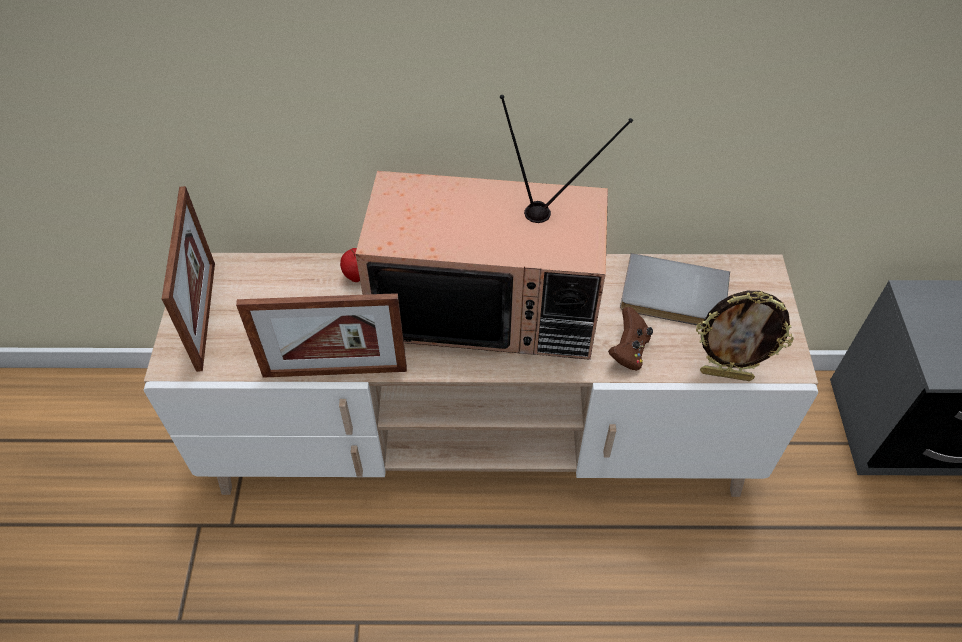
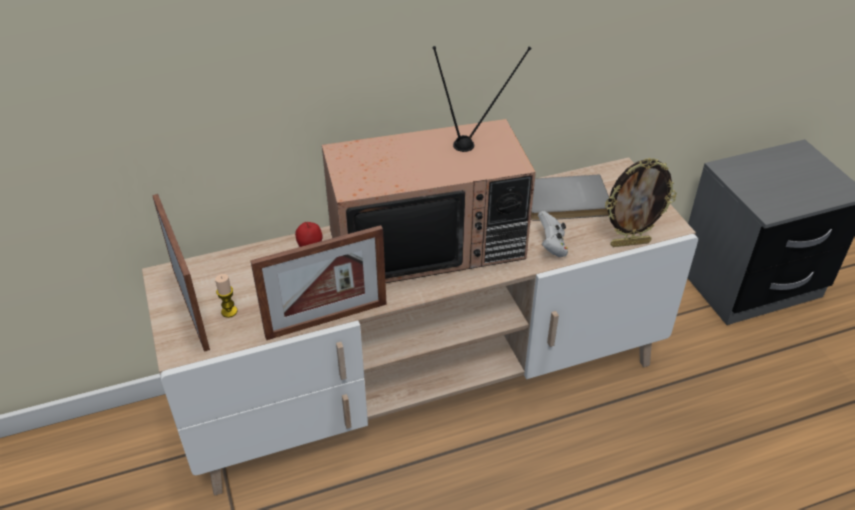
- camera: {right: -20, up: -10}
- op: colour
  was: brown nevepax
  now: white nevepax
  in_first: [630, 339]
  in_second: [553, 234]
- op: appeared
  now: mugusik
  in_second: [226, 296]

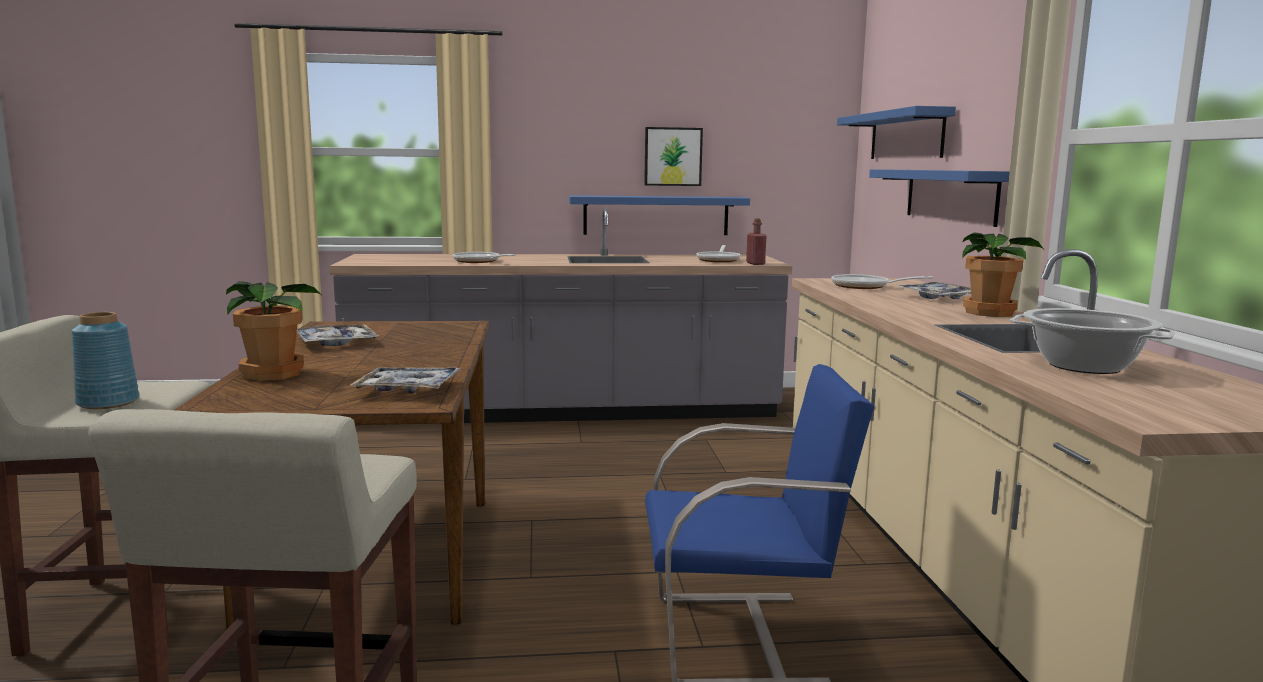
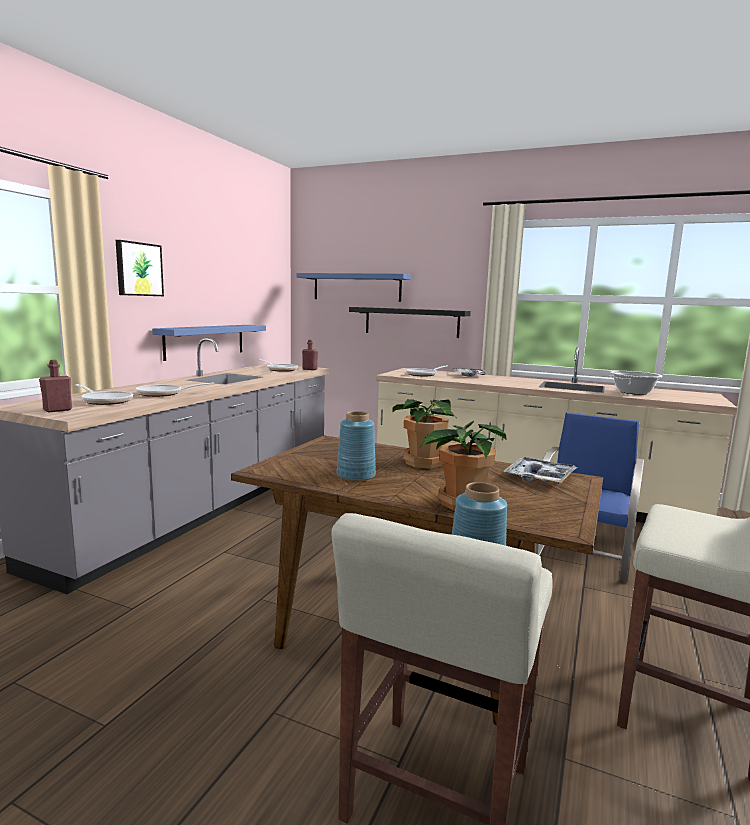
- camera: {right: -60, up: 0}
- op: exchanged
  was: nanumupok
  now: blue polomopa
  in_first: [338, 335]
  in_second: [356, 446]
- op: relocated
  was: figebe
  in_first: [673, 156]
  in_second: [140, 268]
- op: colour
  was: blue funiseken
  now: black funiseken
  in_first: [939, 198]
  in_second: [410, 322]
- op: relocated
  was: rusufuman
  in_first: [1002, 274]
  in_second: [424, 434]
- op: appeared
  now: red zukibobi
  in_second: [55, 386]
- op: appeared
  now: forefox
  in_second: [104, 394]

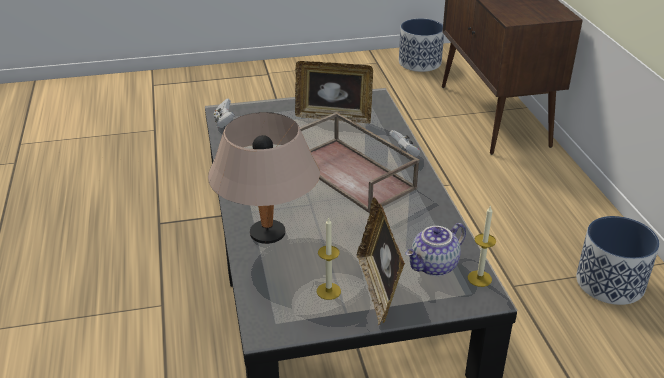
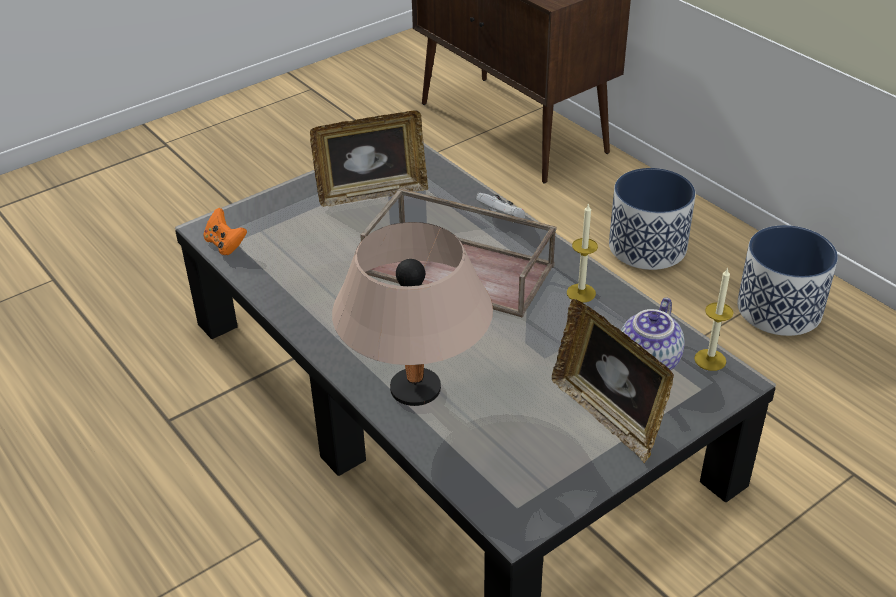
- camera: {right: -25, up: 5}
- op: colour
  was: white nevepax
  now: orange nevepax
  in_first: [224, 113]
  in_second: [225, 231]
- op: relocated
  was: mugusik
  in_first: [329, 258]
  in_second: [582, 252]
- op: relocated
  was: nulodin
  in_first: [421, 45]
  in_second: [652, 219]

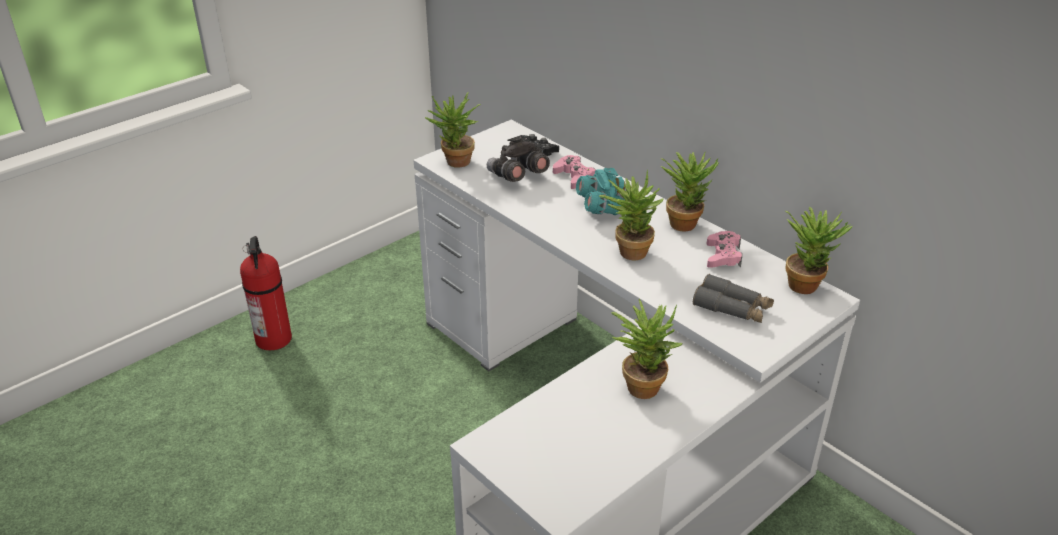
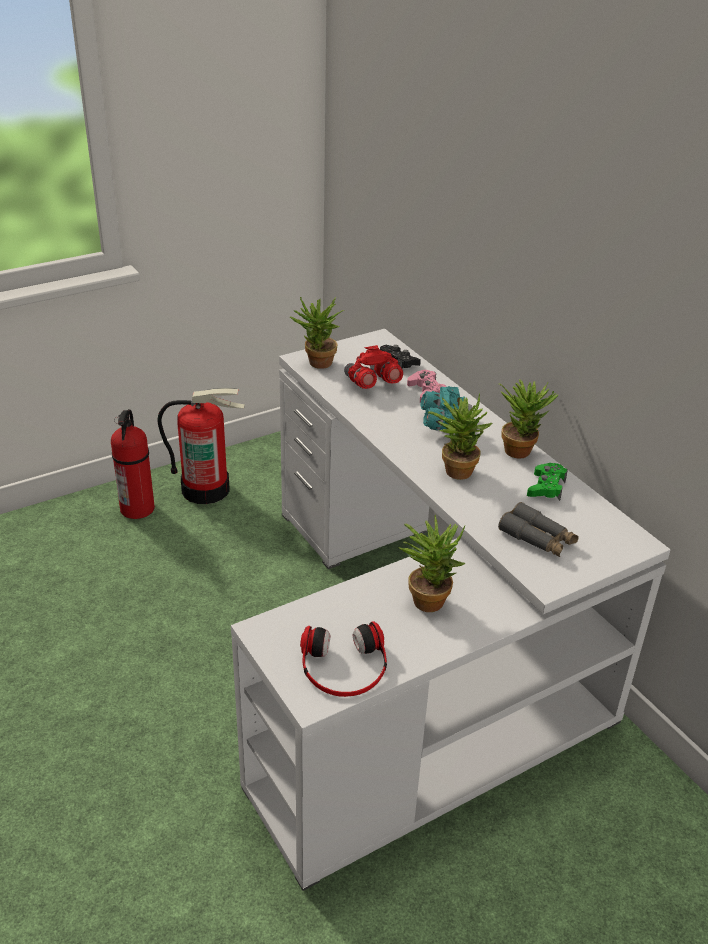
- camera: {right: 10, up: 0}
- op: colour
  was: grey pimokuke
  now: red pimokuke
  in_first: [518, 159]
  in_second: [373, 367]
- op: colour
  was: pink nevepax
  now: green nevepax
  in_first: [724, 249]
  in_second: [547, 482]
- op: missing
  was: rusufuman
  in_first: [819, 250]
- op: appeared
  now: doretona
  in_second: [201, 446]
- op: appeared
  now: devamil
  in_second: [343, 659]

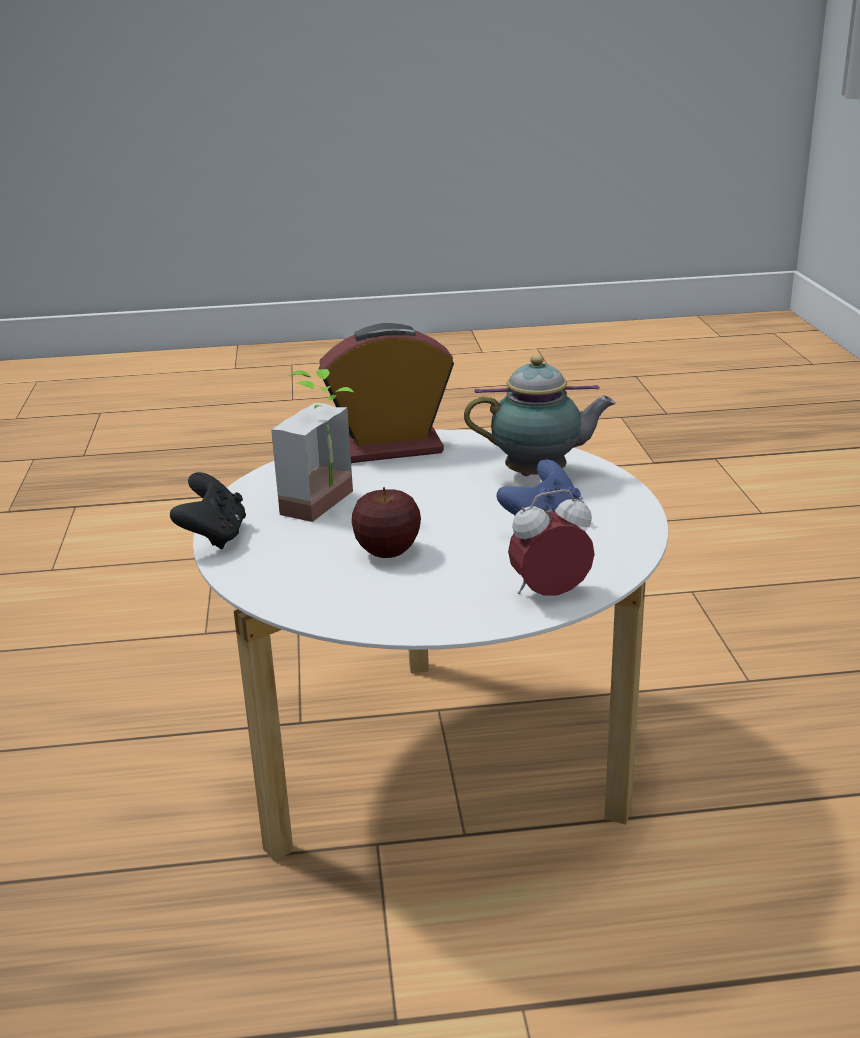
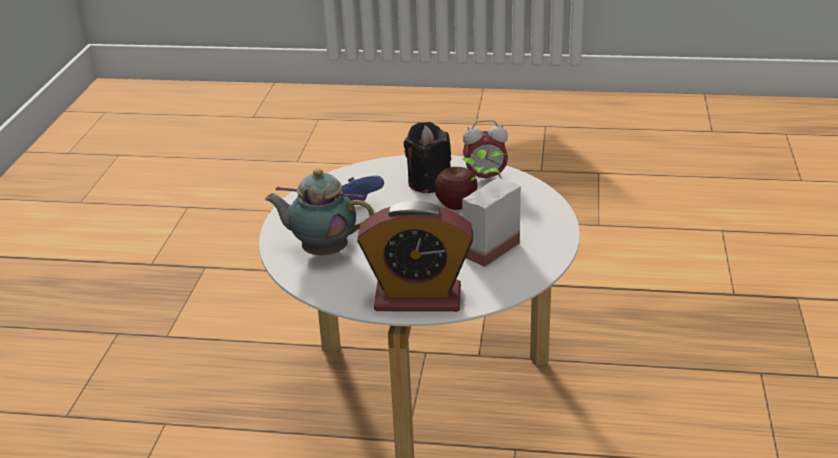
- camera: {right: -165, up: 5}
- op: missing
  was: black nevepax
  in_first: [208, 510]
- op: relocated
  was: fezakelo
  in_first: [551, 542]
  in_second: [485, 149]
- op: appeared
  now: black mugusik
  in_second: [427, 157]

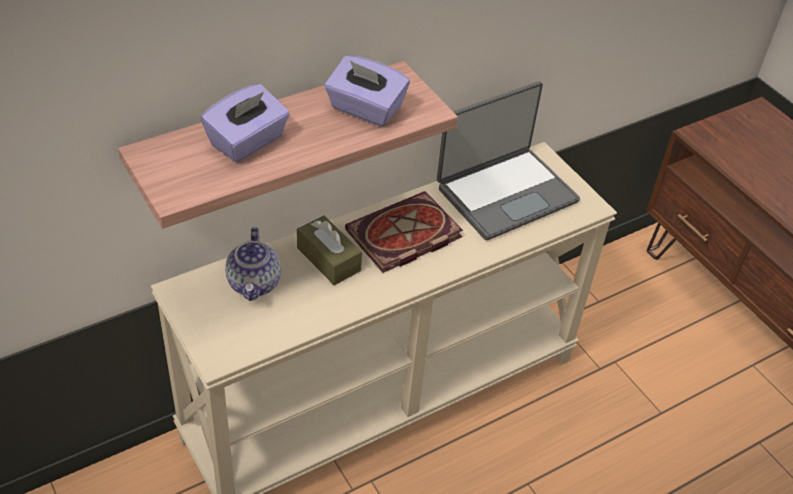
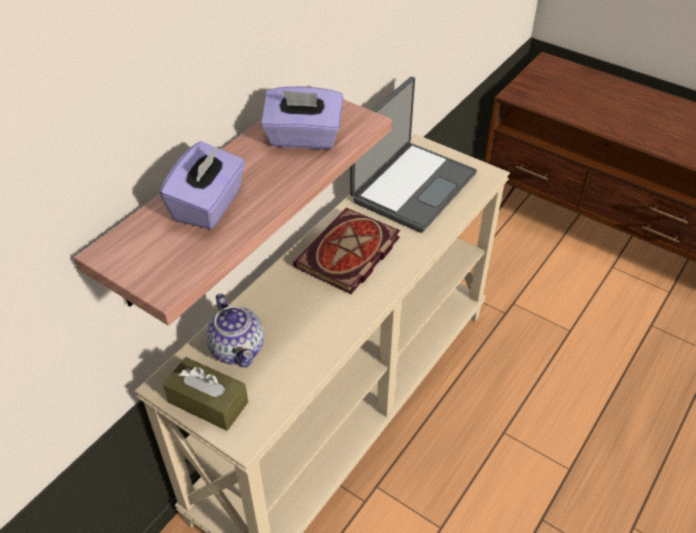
- camera: {right: -20, up: 0}
- op: relocated
  was: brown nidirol
  in_first: [329, 250]
  in_second: [205, 394]

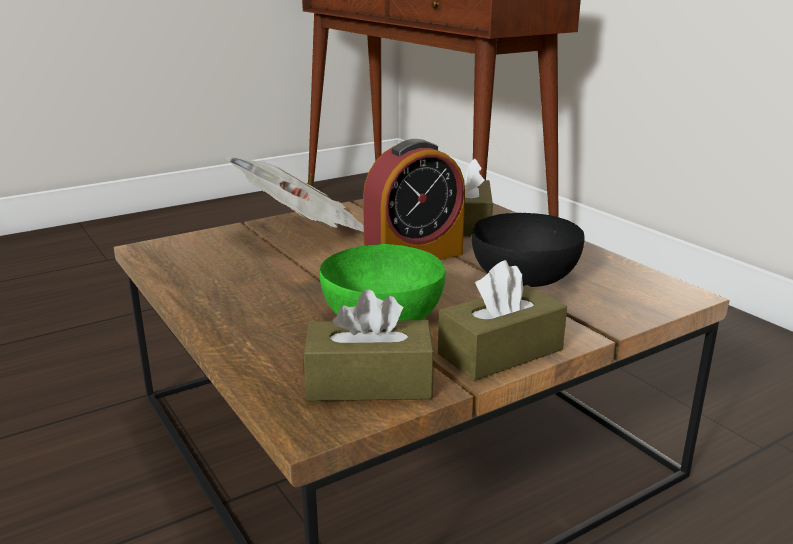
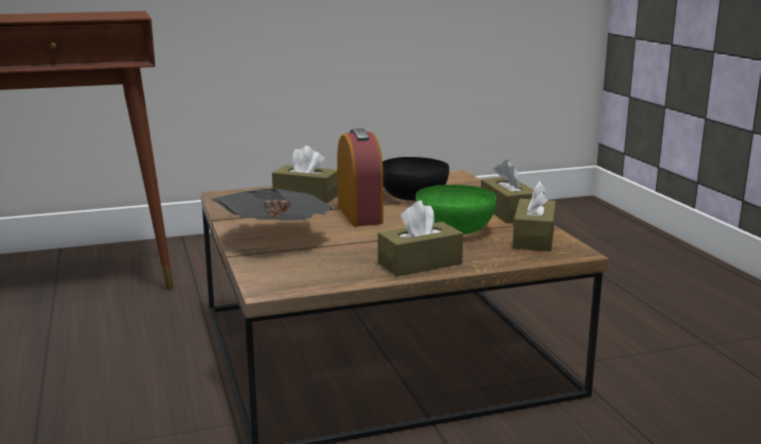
- camera: {right: -75, up: -5}
- op: appeared
  now: brown nidirol
  in_second: [420, 238]

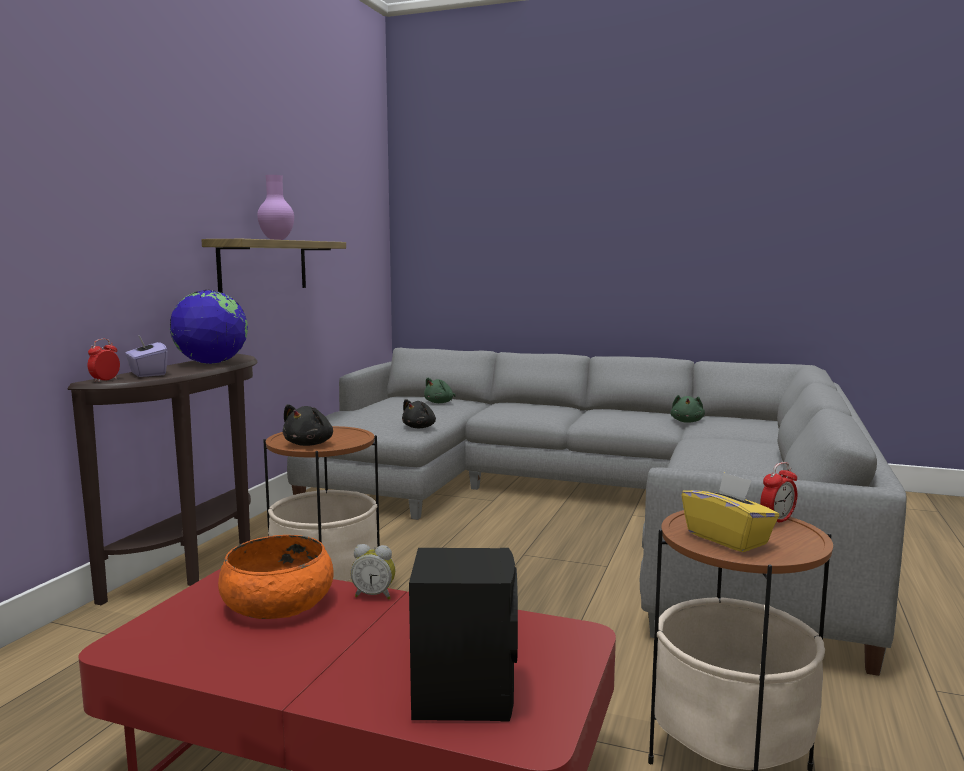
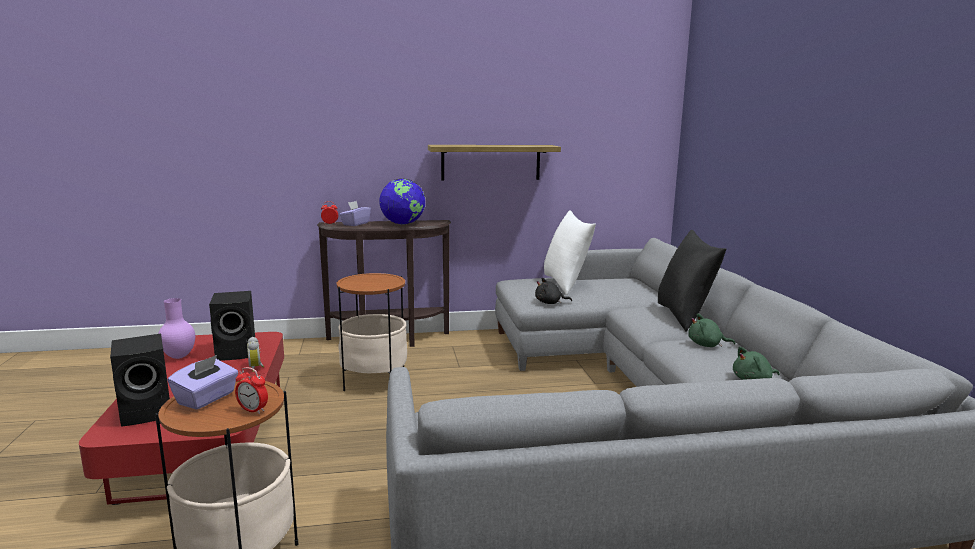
- camera: {right: 60, up: 5}
- op: exchanged
  was: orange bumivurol
  now: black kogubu
  in_first: [276, 577]
  in_second: [232, 326]
- op: relocated
  was: purple polomopa
  in_first: [275, 207]
  in_second: [176, 328]
- op: missing
  was: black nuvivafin
  in_first: [308, 425]
- op: relocated
  was: green nuvivafin
  in_first: [439, 390]
  in_second: [711, 330]
- op: colour
  was: yellow nidirol
  now: purple nidirol
  in_first: [730, 512]
  in_second: [202, 382]
- op: appeared
  now: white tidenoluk
  in_second: [570, 252]
- op: appeared
  now: black tidenoluk
  in_second: [692, 281]

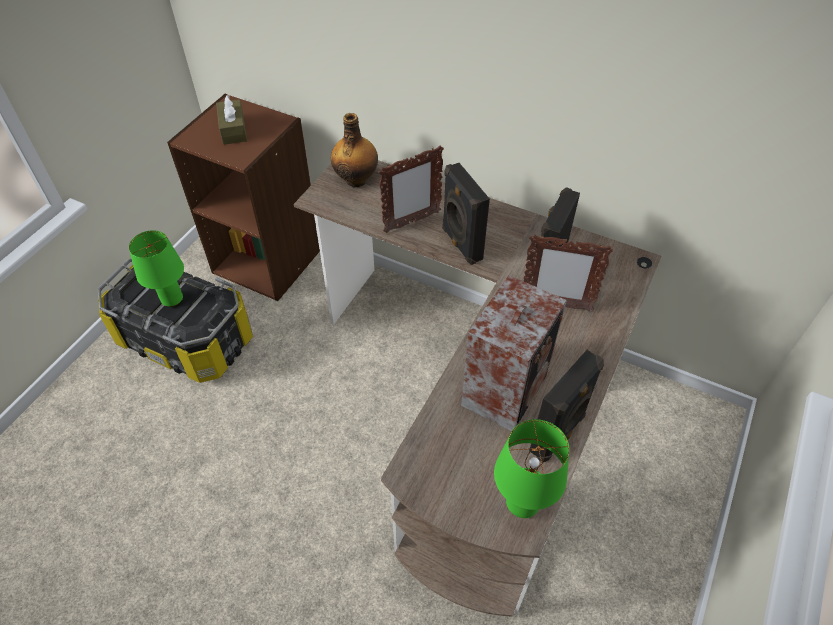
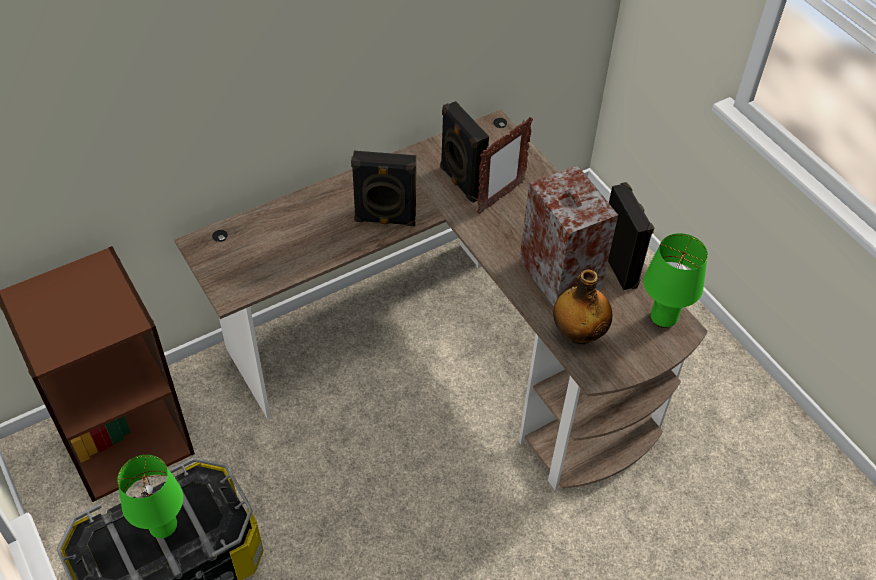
- camera: {right: -60, up: 0}
- op: missing
  was: brown nidirol
  in_first: [231, 120]
- op: relocated
  was: zukibobi
  in_first: [354, 150]
  in_second: [582, 306]
- op: missing
  was: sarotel
  in_first: [411, 189]

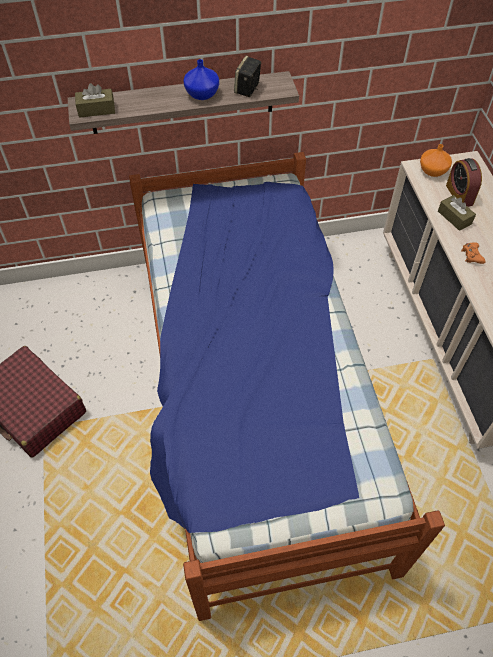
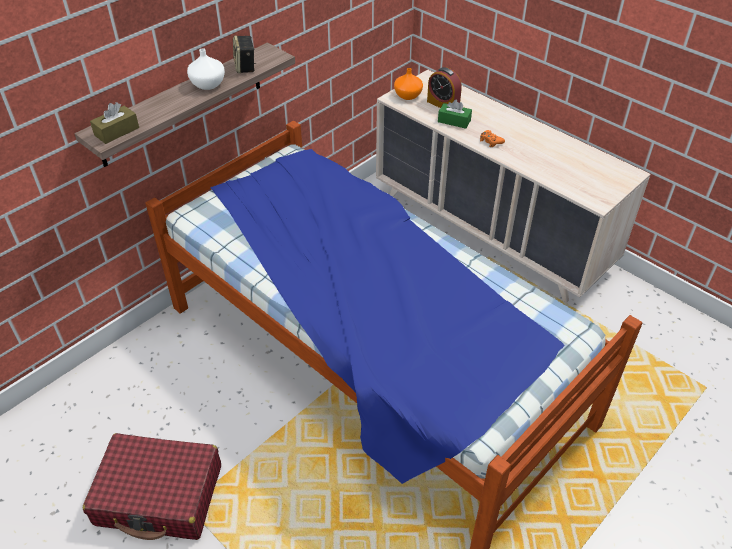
- camera: {right: -35, up: -10}
- op: colour
  was: blue polomopa
  now: white polomopa
  in_first: [201, 79]
  in_second: [206, 69]
- op: colour
  was: brown nidirol
  now: green nidirol
  in_first: [457, 213]
  in_second: [455, 114]

